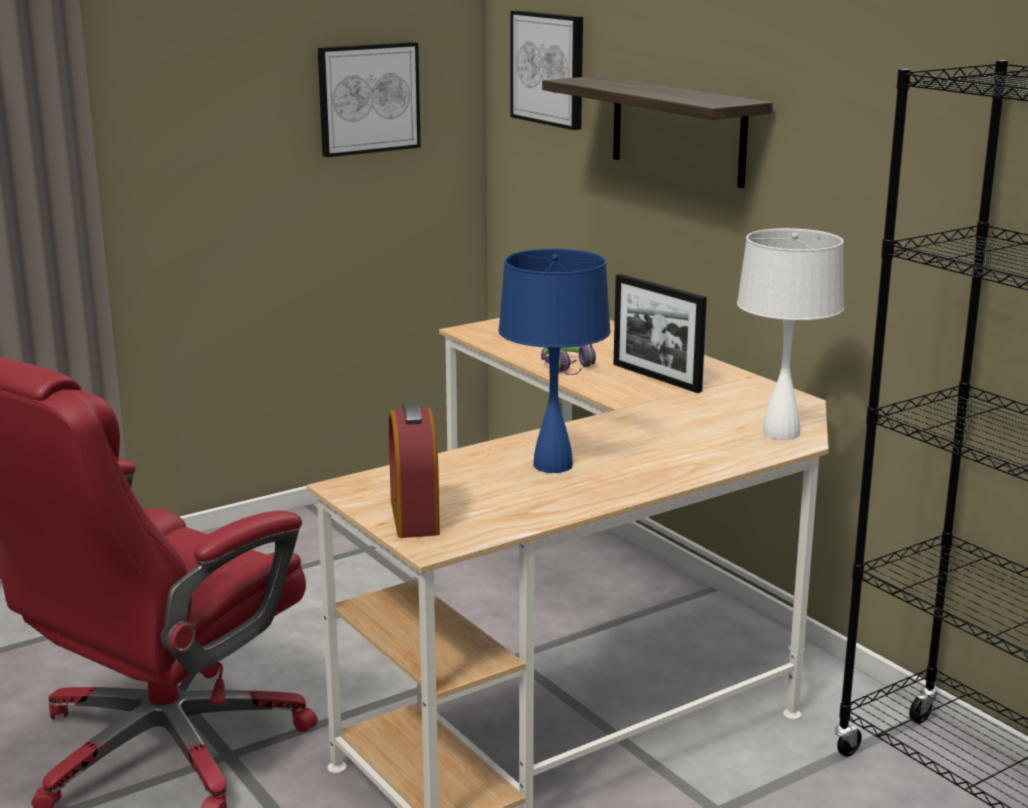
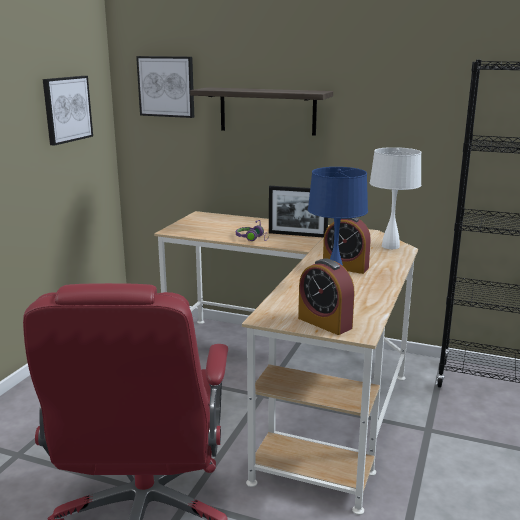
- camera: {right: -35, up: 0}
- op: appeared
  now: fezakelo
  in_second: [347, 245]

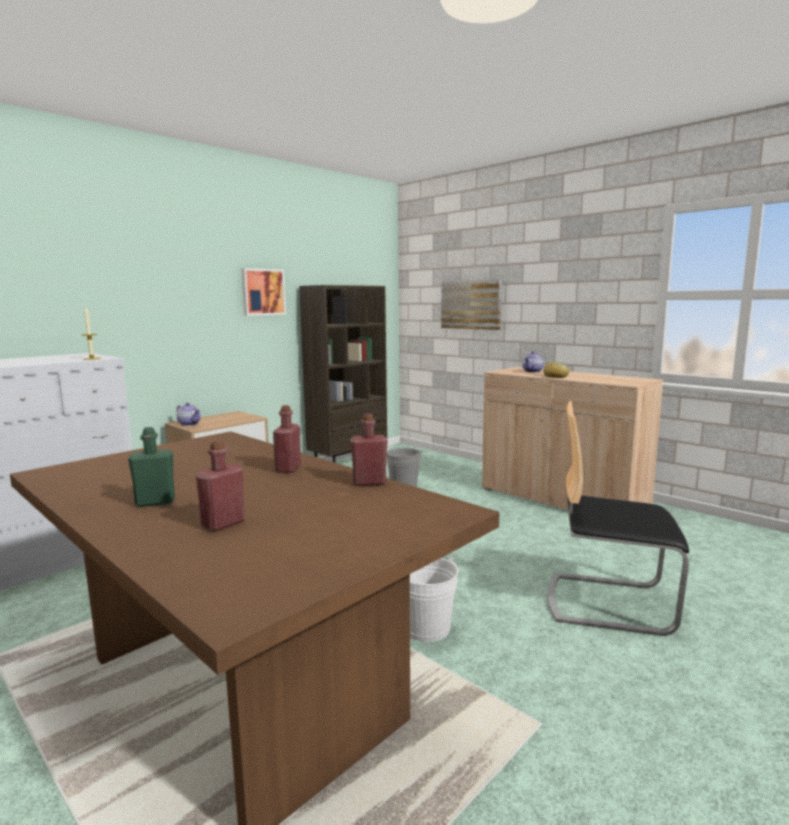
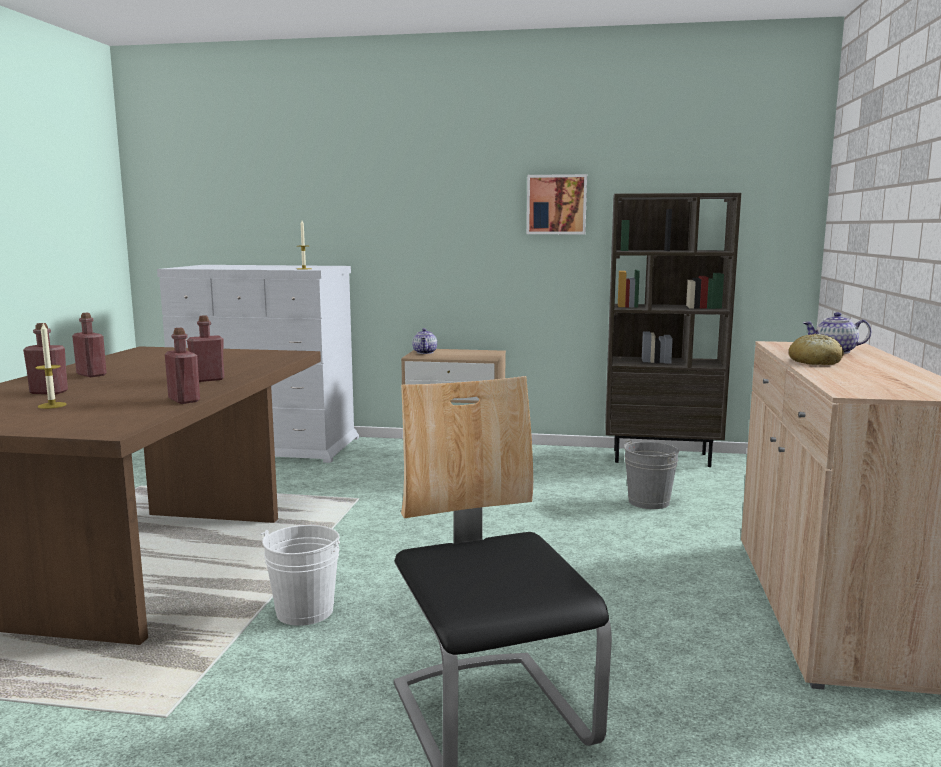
- camera: {right: 55, up: 0}
- op: colour
  was: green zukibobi
  now: red zukibobi
  in_first: [151, 467]
  in_second: [89, 345]
- op: missing
  was: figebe
  in_first: [471, 304]
- op: appeared
  now: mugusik
  in_second: [51, 366]

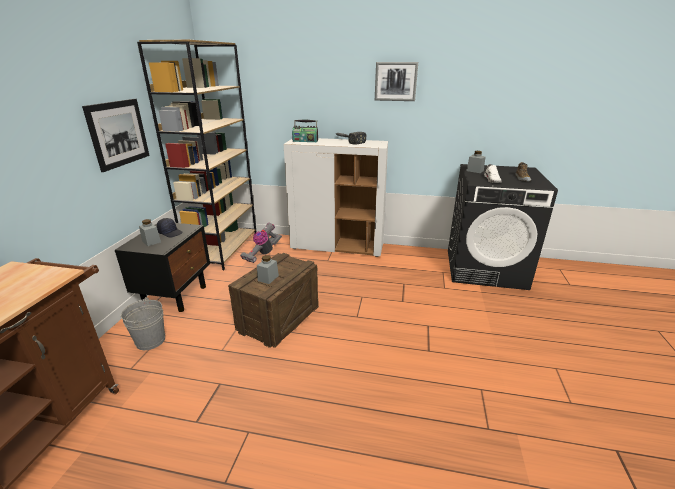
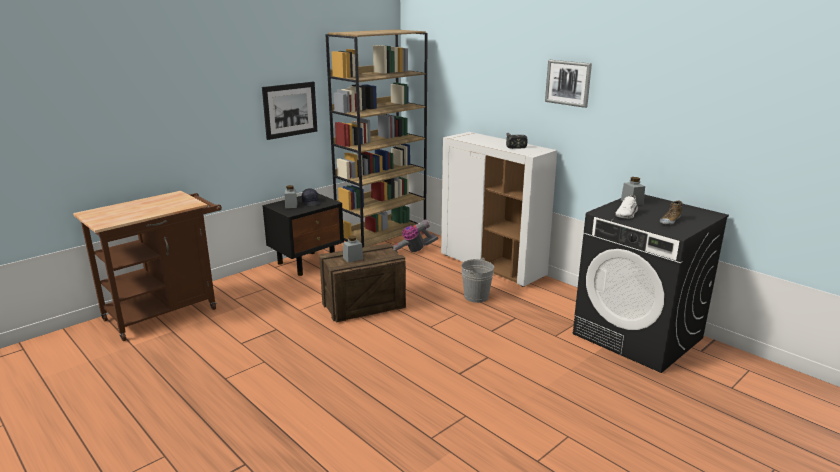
- camera: {right: 35, up: -5}
- op: relocated
  was: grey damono
  in_first: [142, 323]
  in_second: [477, 280]
- op: missing
  was: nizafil
  in_first: [305, 130]

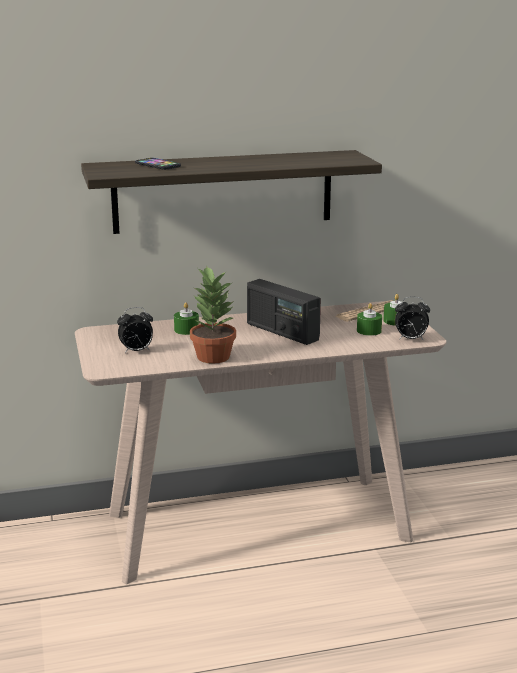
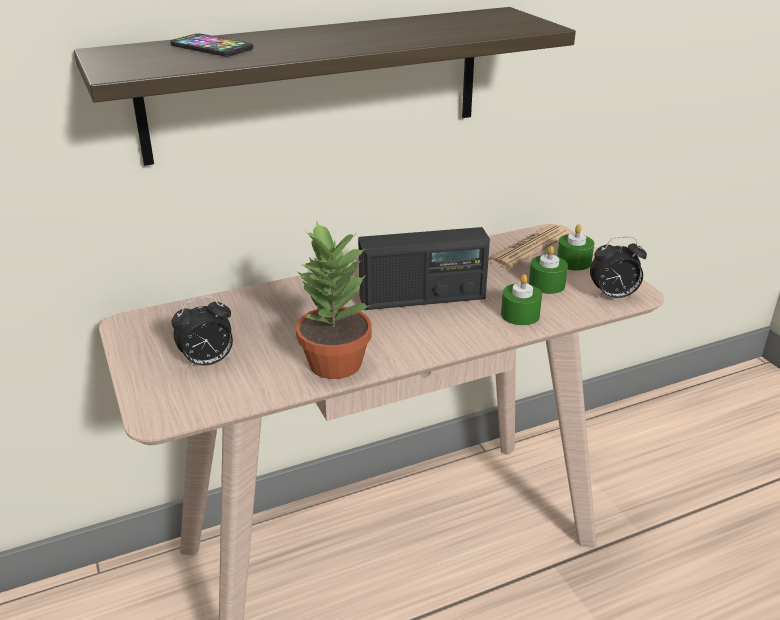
- camera: {right: -10, up: 10}
- op: relocated
  was: green mugusik
  in_first: [186, 318]
  in_second: [521, 300]
- op: spun
  was: nizafil
  in_first: [284, 312]
  in_second: [424, 268]
  clockwise: -45

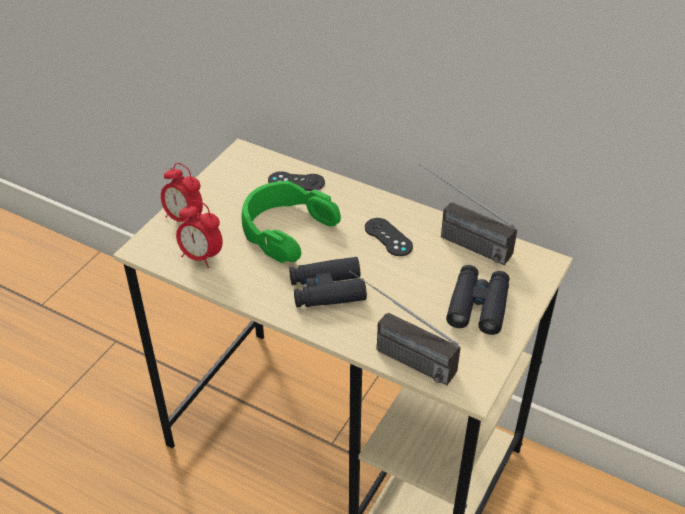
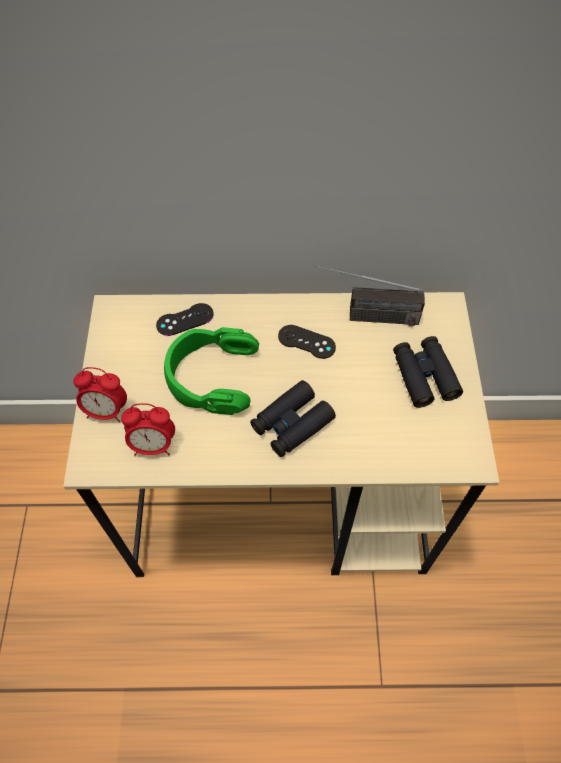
- camera: {right: -30, up: 15}
- op: missing
  was: nizafil
  in_first: [405, 327]

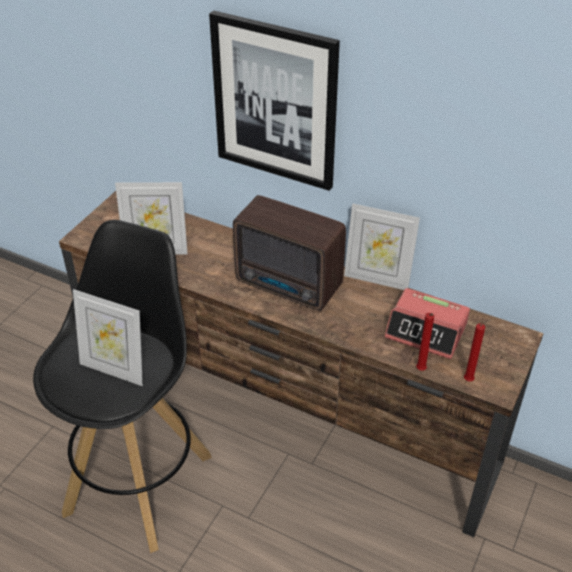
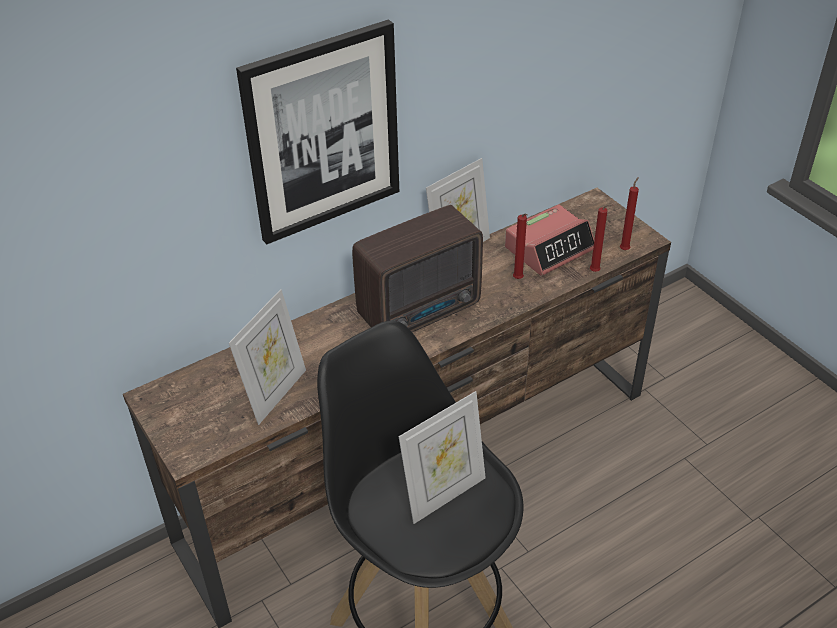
- camera: {right: -60, up: 0}
- op: appeared
  now: red mugusik
  in_second: [520, 246]

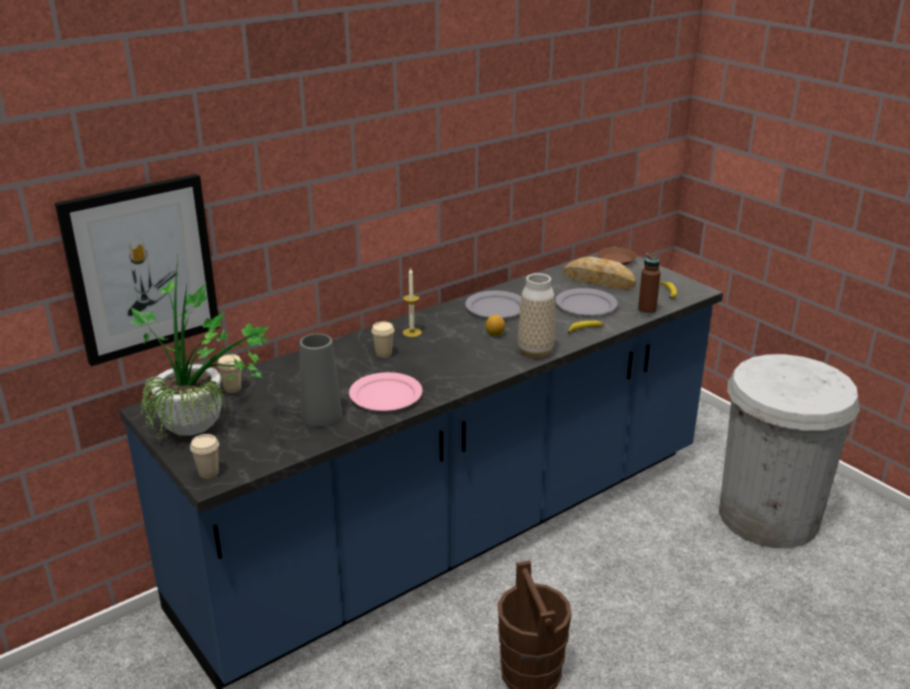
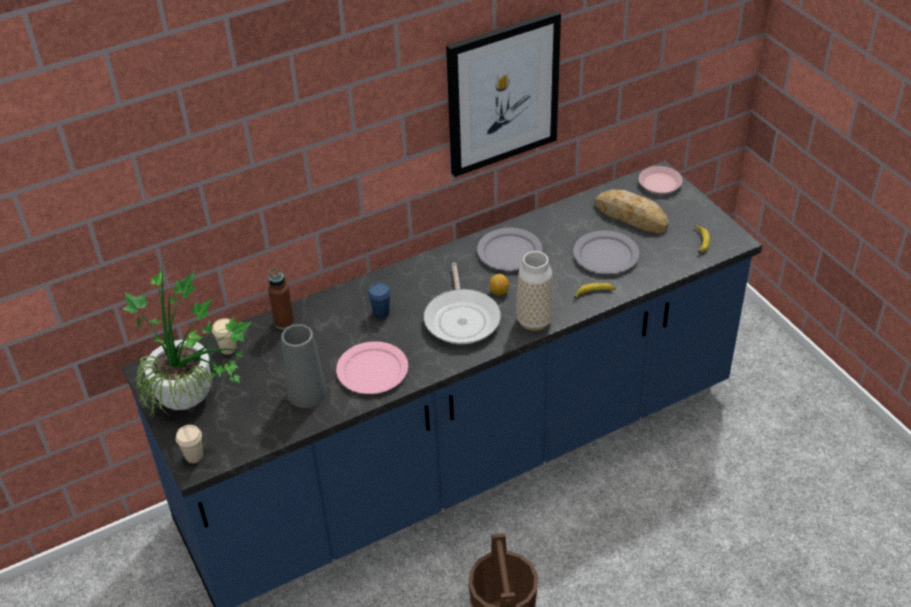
- camera: {right: 10, up: 15}
- op: relocated
  was: figebe
  in_first: [137, 270]
  in_second: [503, 93]
- op: colour
  was: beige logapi
  now: blue logapi
  in_first: [382, 340]
  in_second: [379, 300]
- op: missing
  was: mugusik
  in_first: [412, 302]
- op: colour
  was: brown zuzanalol
  now: pink zuzanalol
  in_first: [617, 256]
  in_second: [661, 180]
- op: relocated
  was: brown zukibobi
  in_first: [649, 284]
  in_second: [281, 299]
- op: missing
  was: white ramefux
  in_first: [789, 451]
- op: appeared
  now: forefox
  in_second: [462, 303]

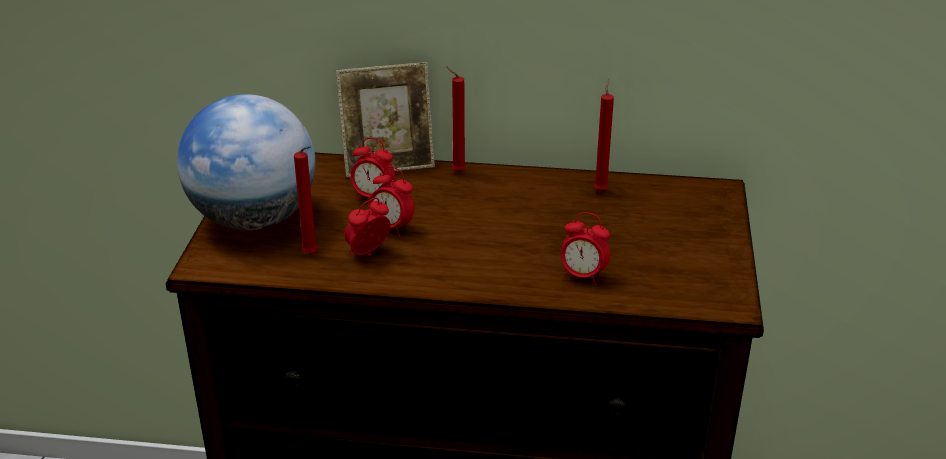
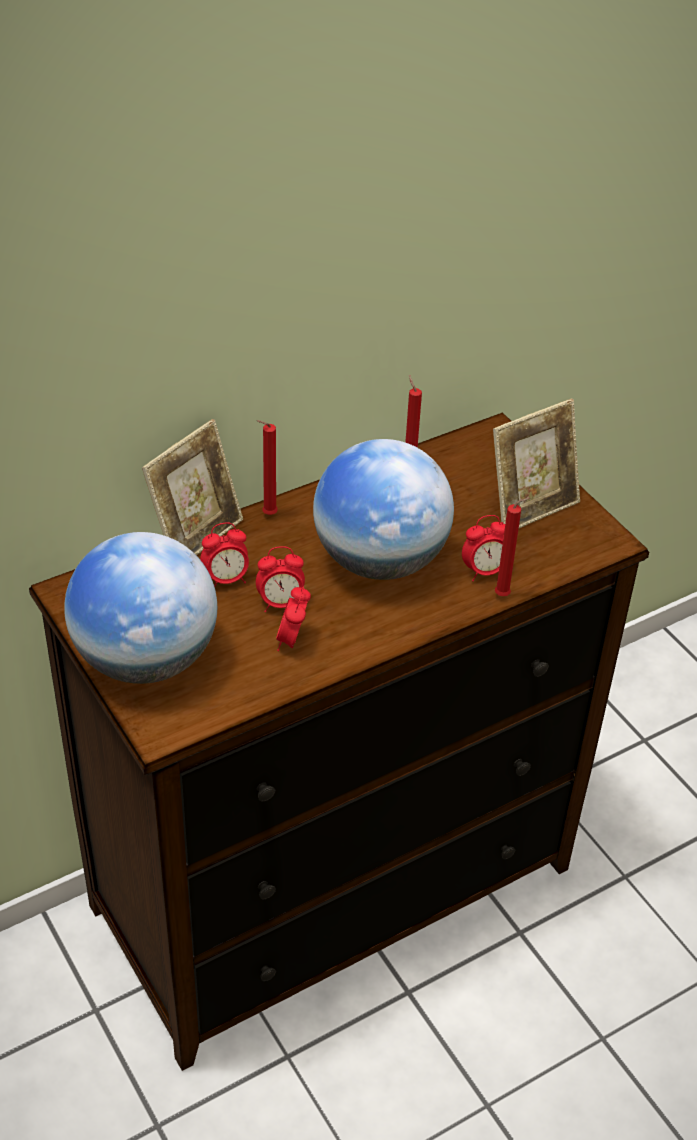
- camera: {right: -40, up: 10}
- op: relocated
  was: red mugusik
  in_first: [306, 200]
  in_second: [512, 547]
- op: appeared
  now: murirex
  in_second: [383, 509]
- op: appeared
  now: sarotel
  in_second: [536, 463]

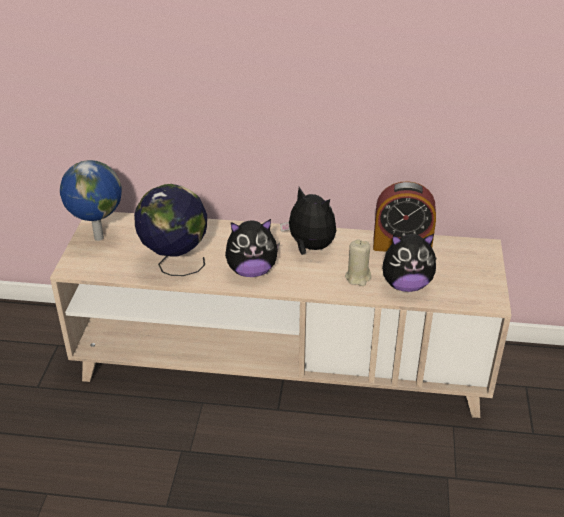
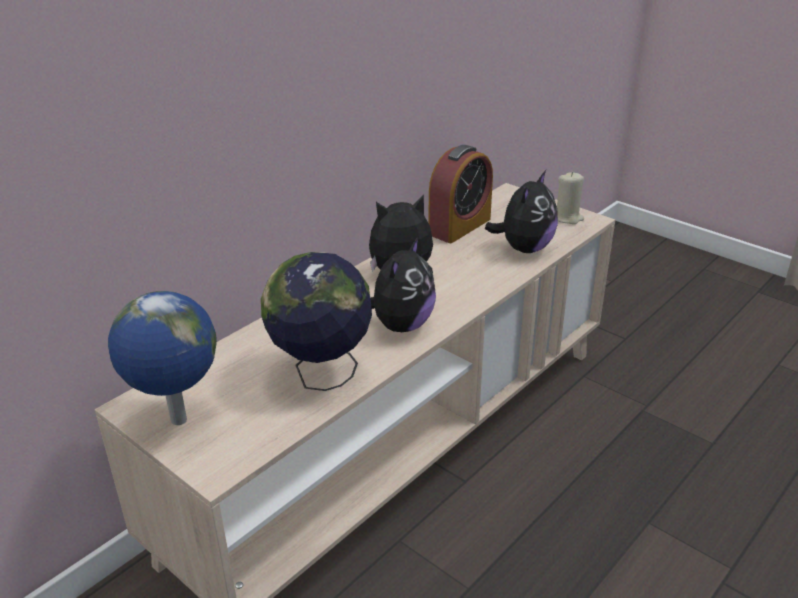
- camera: {right: -55, up: -5}
- op: relocated
  was: beige mugusik
  in_first: [358, 262]
  in_second: [570, 198]

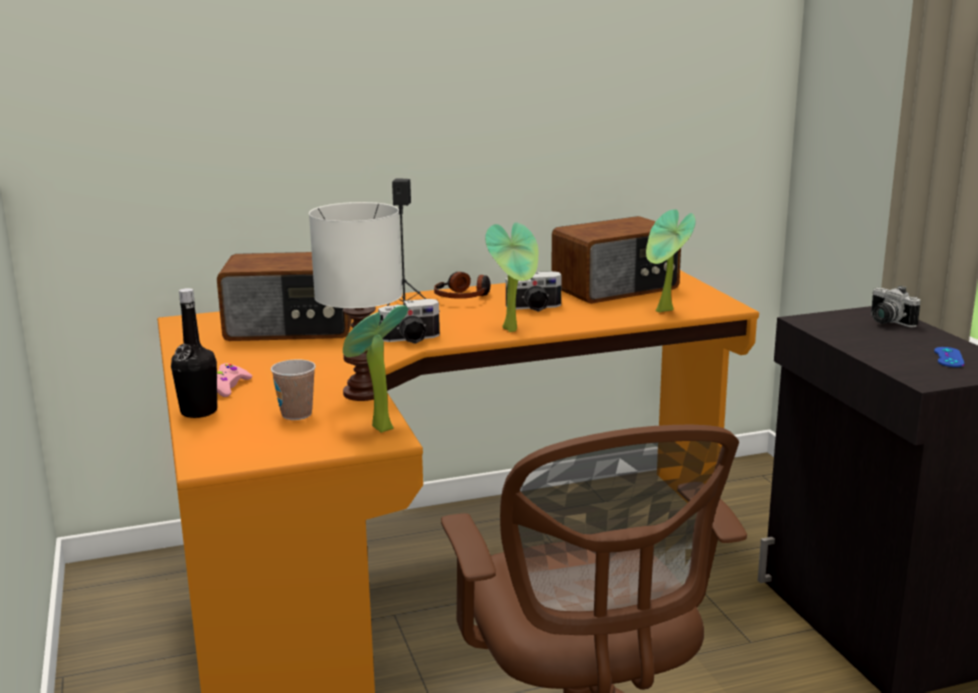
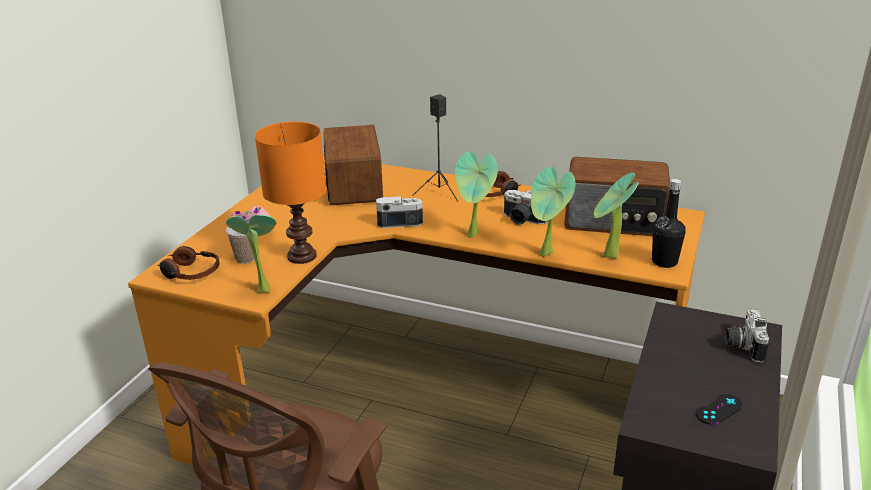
- camera: {right: 40, up: 10}
- op: relocated
  was: black zukibobi
  in_first: [194, 353]
  in_second: [669, 223]
- op: spun
  was: nizafil
  in_first: [284, 296]
  in_second: [353, 165]
  clockwise: 45
- op: colour
  was: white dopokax
  now: orange dopokax
  in_first: [355, 301]
  in_second: [290, 193]
- op: spun
  was: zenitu
  in_first: [409, 321]
  in_second: [399, 212]
  clockwise: 150
- op: colour
  was: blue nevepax
  now: black nevepax
  in_first: [949, 357]
  in_second: [719, 409]
- op: appeared
  now: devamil
  in_second: [188, 263]
- op: appeared
  now: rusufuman
  in_second: [553, 212]

